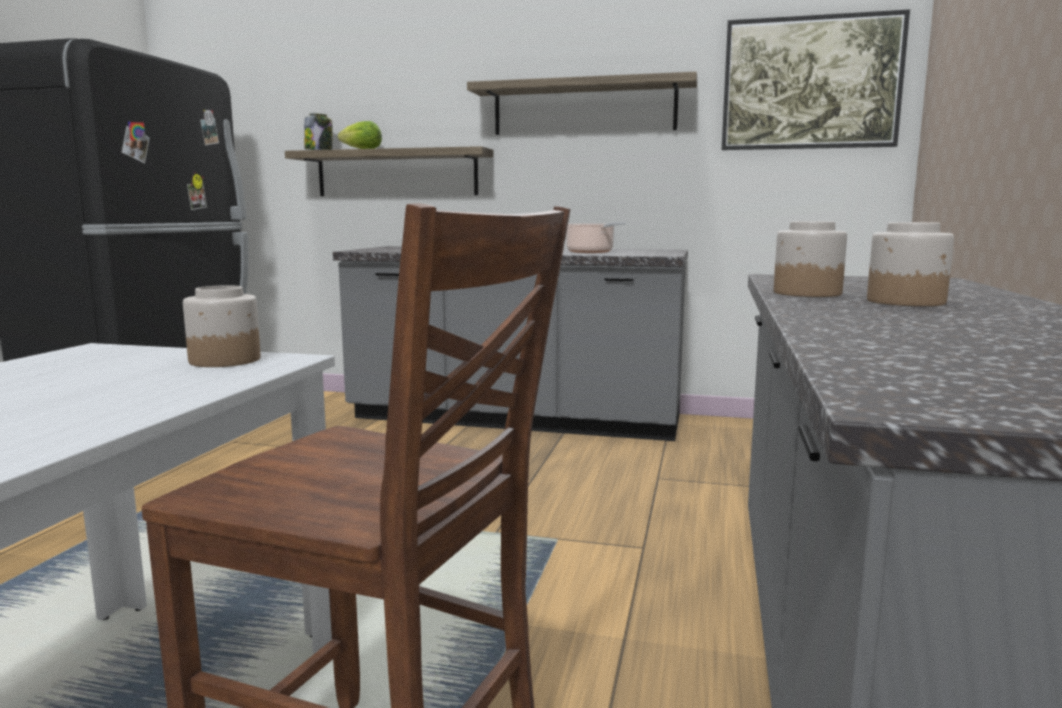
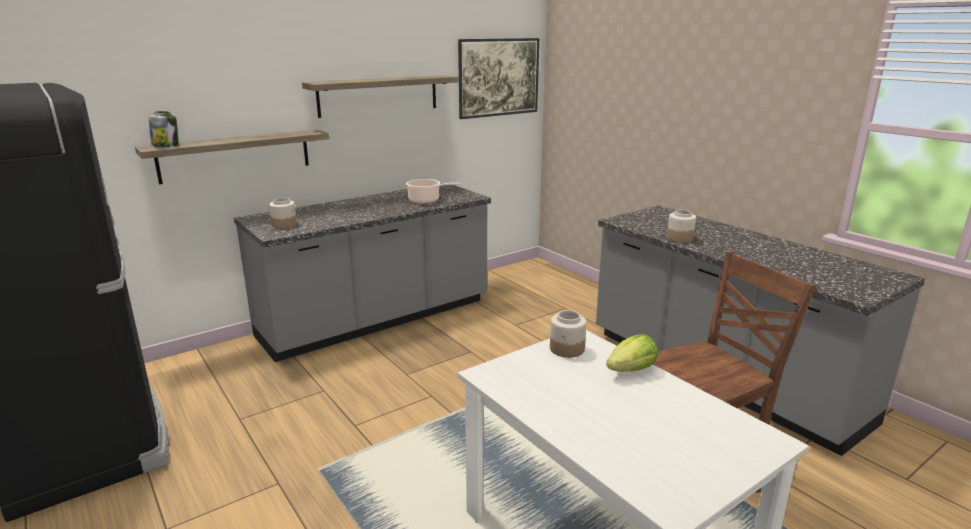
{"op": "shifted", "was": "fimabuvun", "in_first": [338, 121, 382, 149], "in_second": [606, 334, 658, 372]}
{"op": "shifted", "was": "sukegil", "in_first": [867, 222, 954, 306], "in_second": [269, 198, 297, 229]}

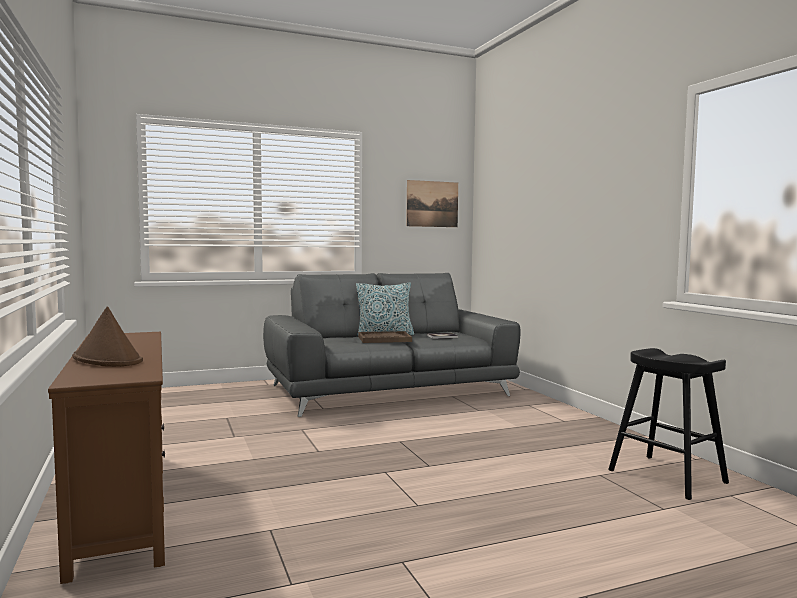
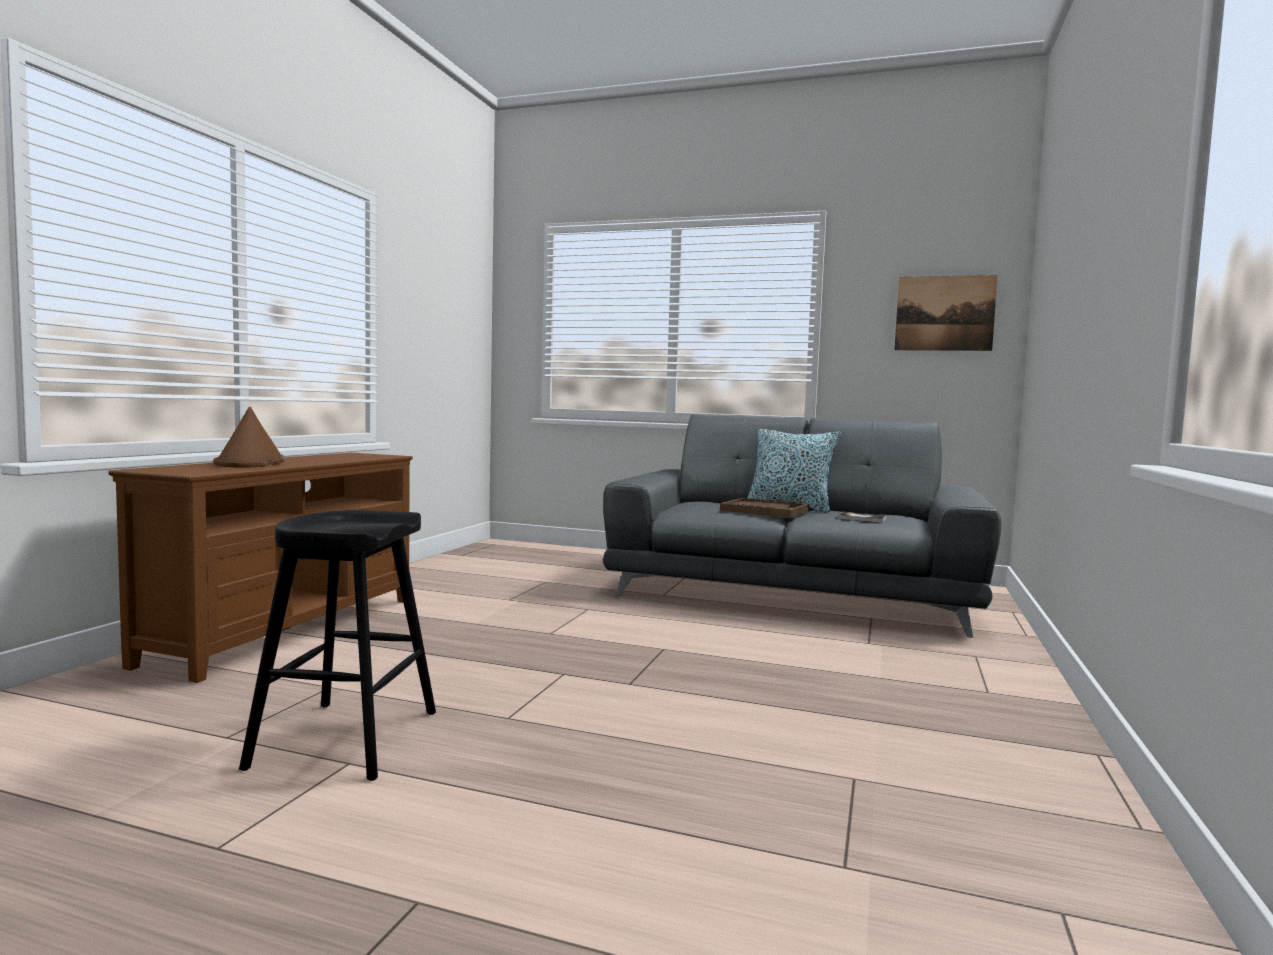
{"op": "shifted", "was": "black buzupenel", "in_first": [608, 348, 729, 500], "in_second": [239, 510, 436, 781]}

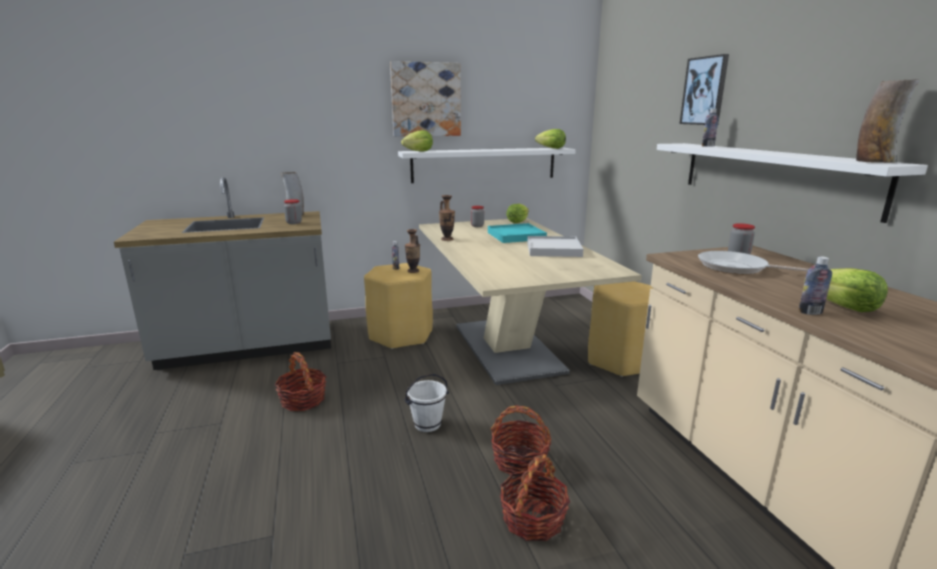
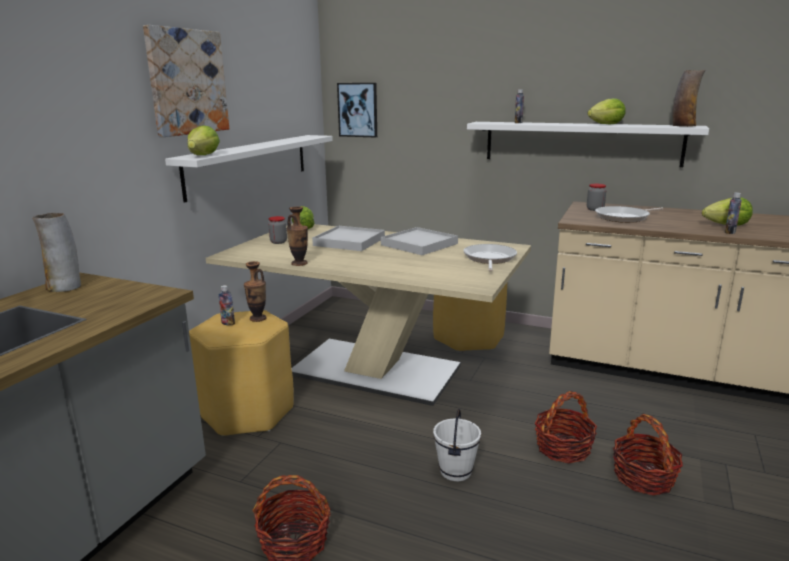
{"op": "gone", "was": "sukegil", "in_first": [284, 199, 302, 224]}
{"op": "new", "now": "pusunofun", "in_second": [463, 244, 517, 272]}
{"op": "shifted", "was": "fimabuvun", "in_first": [535, 129, 566, 149], "in_second": [588, 98, 626, 125]}
{"op": "shifted", "was": "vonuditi", "in_first": [680, 54, 729, 125], "in_second": [337, 83, 377, 138]}
{"op": "repainted", "was": "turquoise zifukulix", "now": "white zifukulix", "in_first": [488, 223, 547, 243], "in_second": [312, 226, 385, 251]}

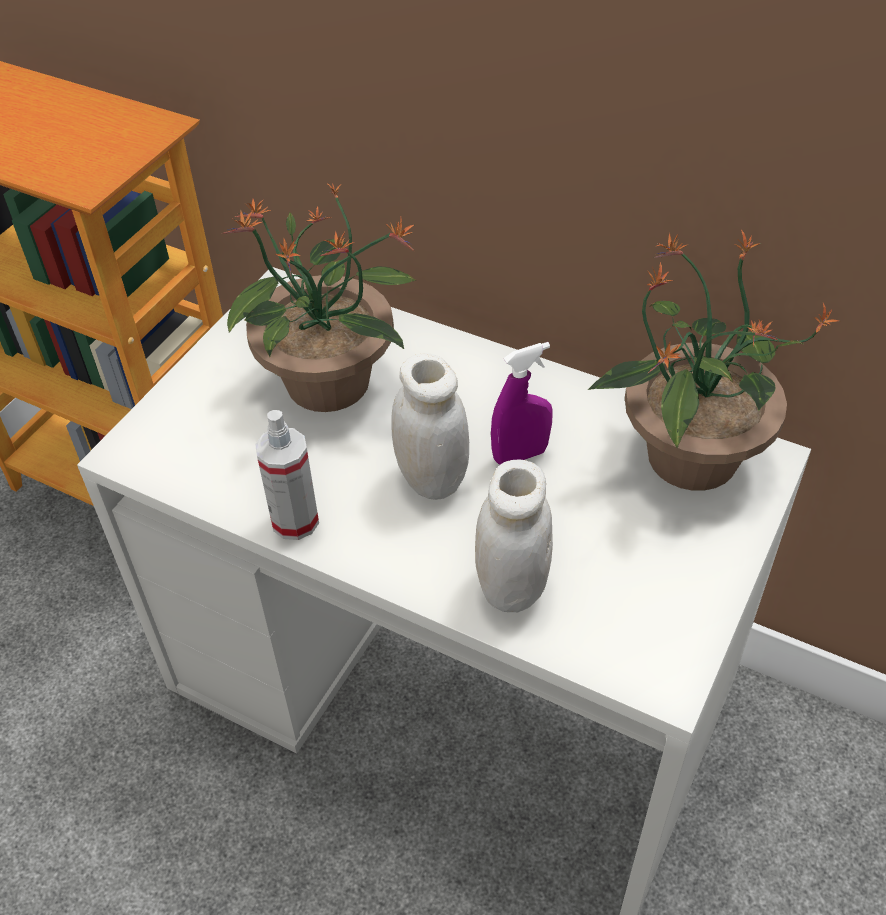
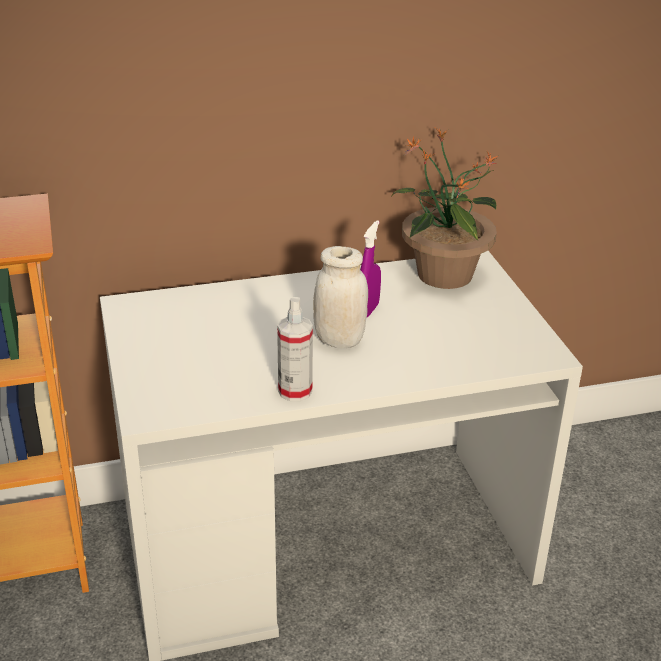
{"op": "gone", "was": "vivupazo", "in_first": [221, 183, 416, 412]}
{"op": "gone", "was": "white sukegil", "in_first": [475, 459, 553, 612]}

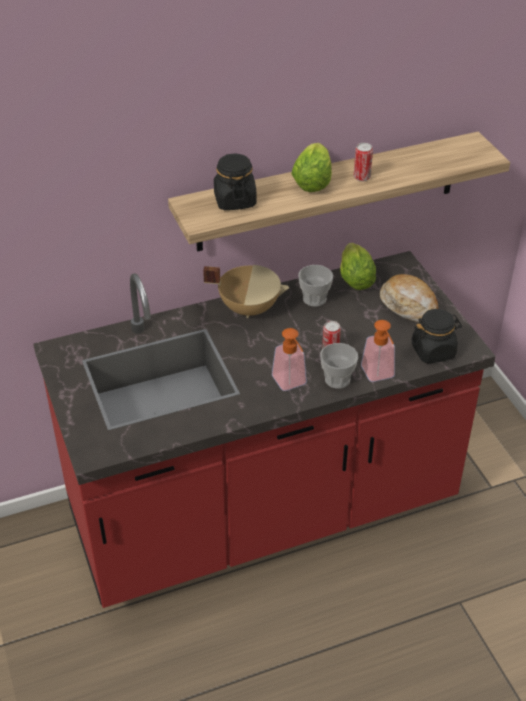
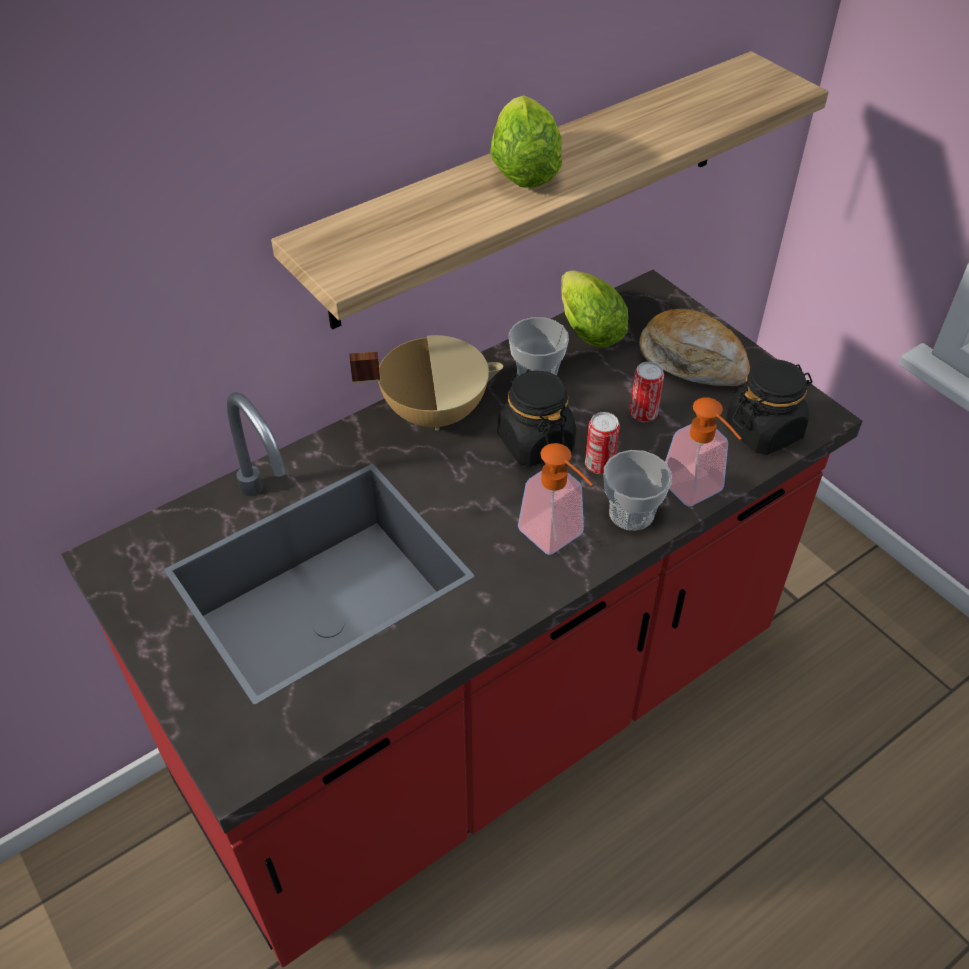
{"op": "shifted", "was": "black sukegil", "in_first": [214, 153, 257, 210], "in_second": [498, 369, 576, 467]}
{"op": "shifted", "was": "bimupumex", "in_first": [354, 143, 373, 181], "in_second": [629, 362, 664, 422]}

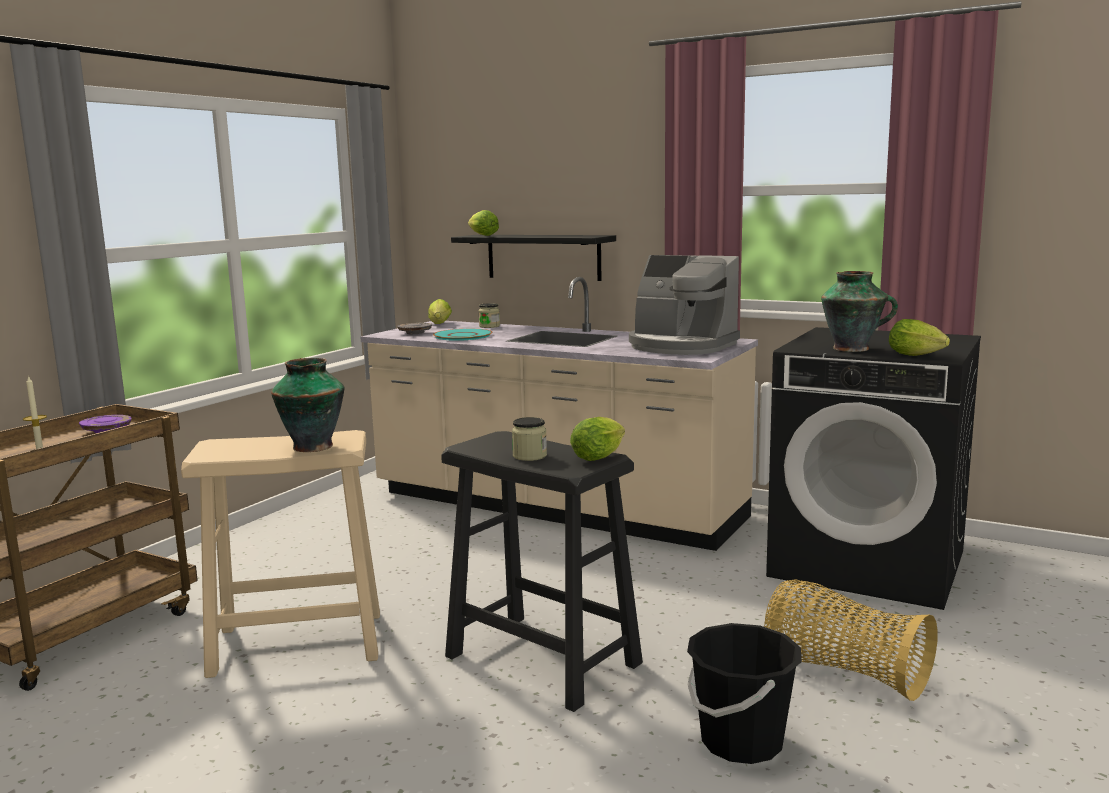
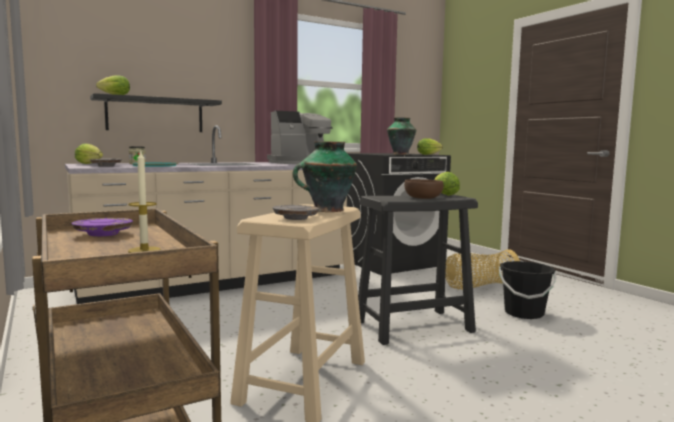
{"op": "new", "now": "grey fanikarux", "in_second": [272, 205, 319, 220]}
{"op": "swapped", "was": "sukegil", "now": "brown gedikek", "in_first": [512, 417, 547, 461], "in_second": [404, 179, 444, 199]}

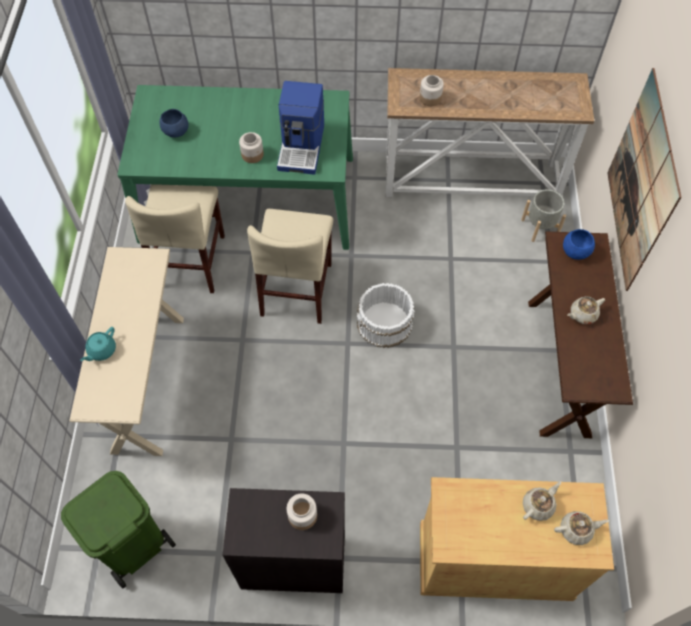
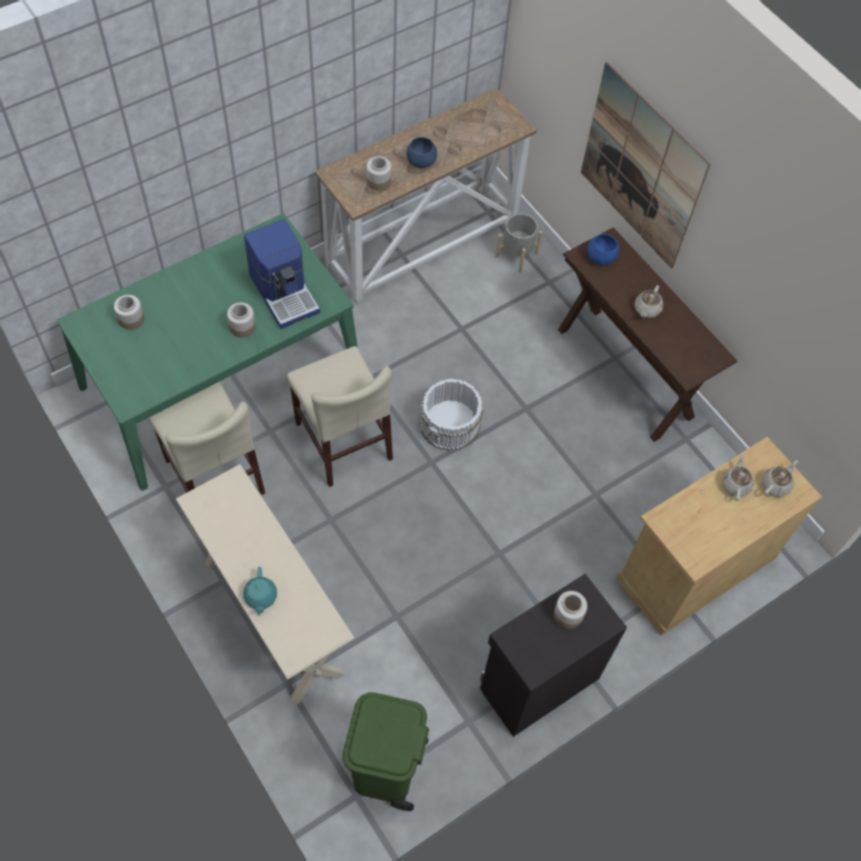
{"op": "new", "now": "sukegil", "in_second": [114, 295, 144, 330]}
{"op": "shifted", "was": "blue gedikek", "in_first": [159, 109, 189, 138], "in_second": [406, 137, 437, 168]}

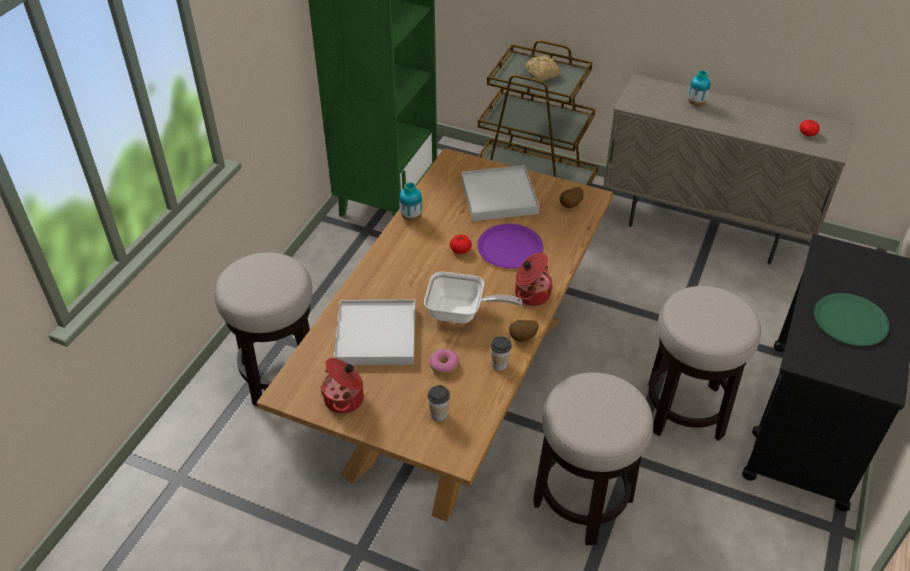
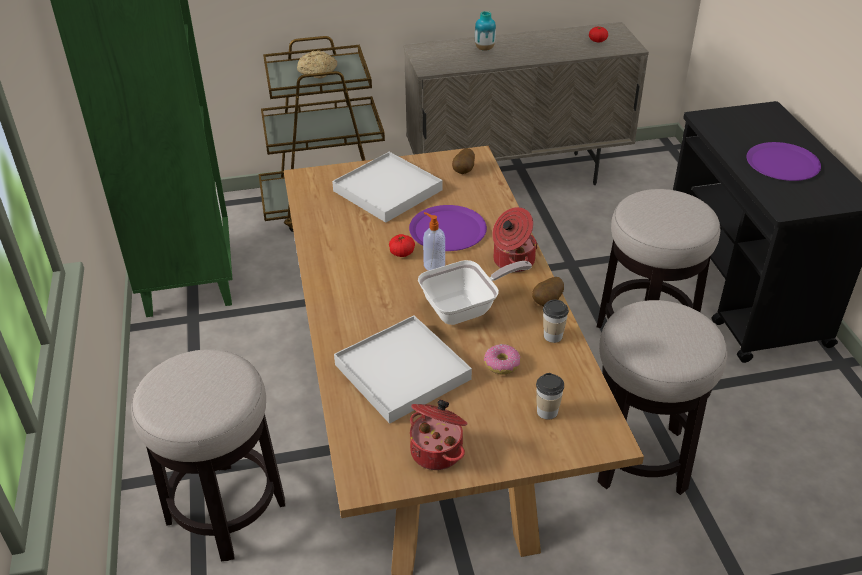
{"op": "gone", "was": "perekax", "in_first": [399, 182, 422, 221]}
{"op": "new", "now": "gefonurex", "in_second": [423, 212, 445, 271]}
{"op": "repainted", "was": "green fanikarux", "now": "purple fanikarux", "in_first": [814, 293, 889, 346], "in_second": [746, 142, 821, 181]}

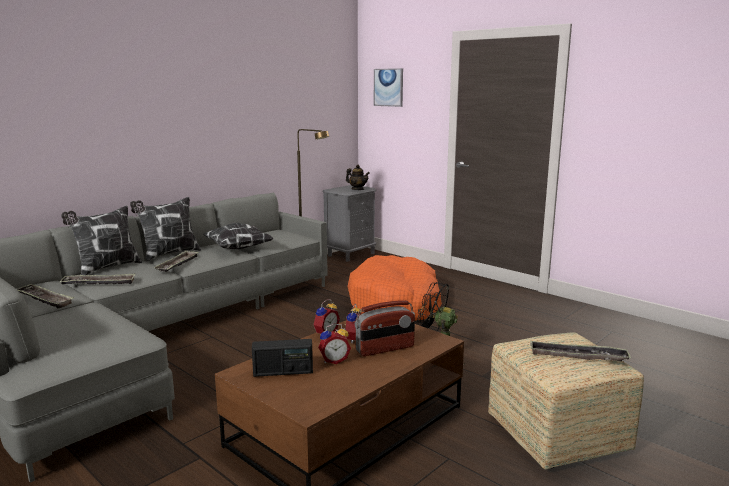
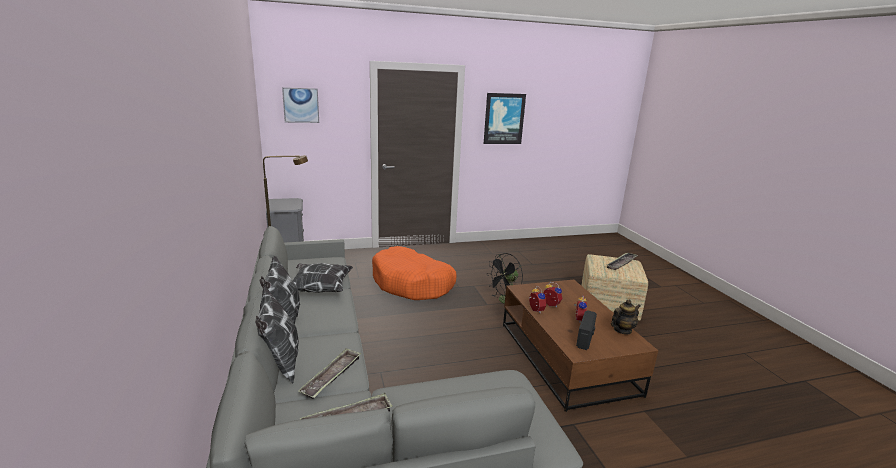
{"op": "gone", "was": "zifukulix", "in_first": [154, 250, 198, 272]}
{"op": "gone", "was": "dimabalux", "in_first": [355, 300, 415, 356]}
{"op": "new", "now": "vonuditi", "in_second": [484, 93, 526, 144]}
{"op": "shifted", "was": "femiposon", "in_first": [346, 164, 370, 190], "in_second": [611, 300, 641, 334]}

